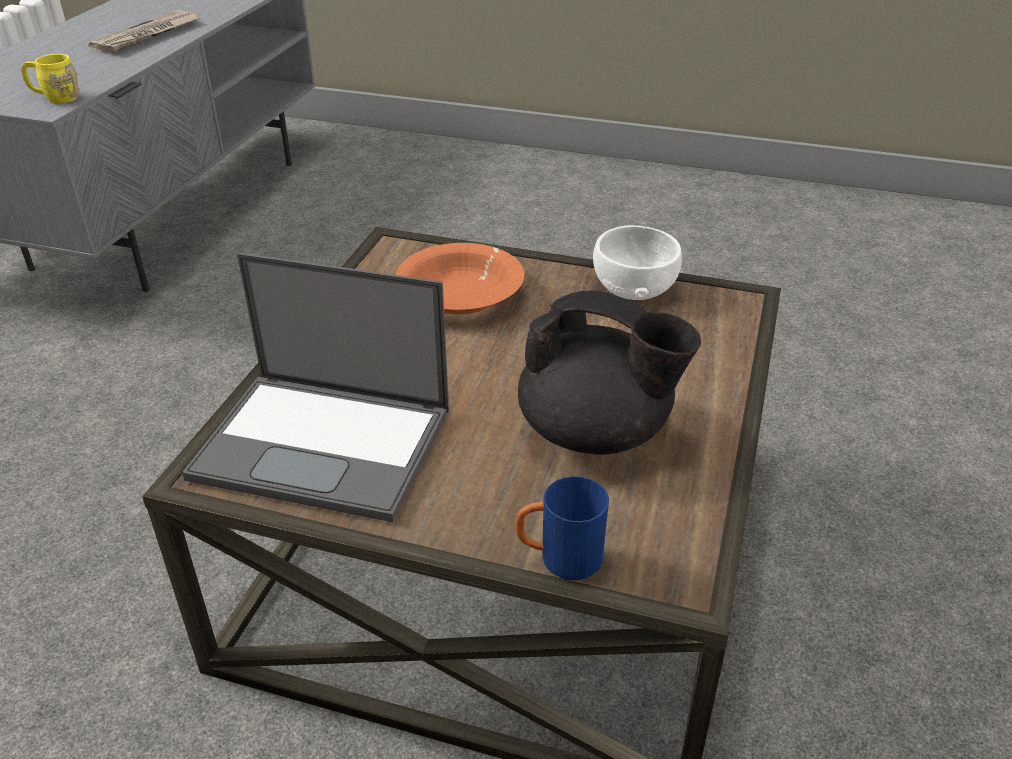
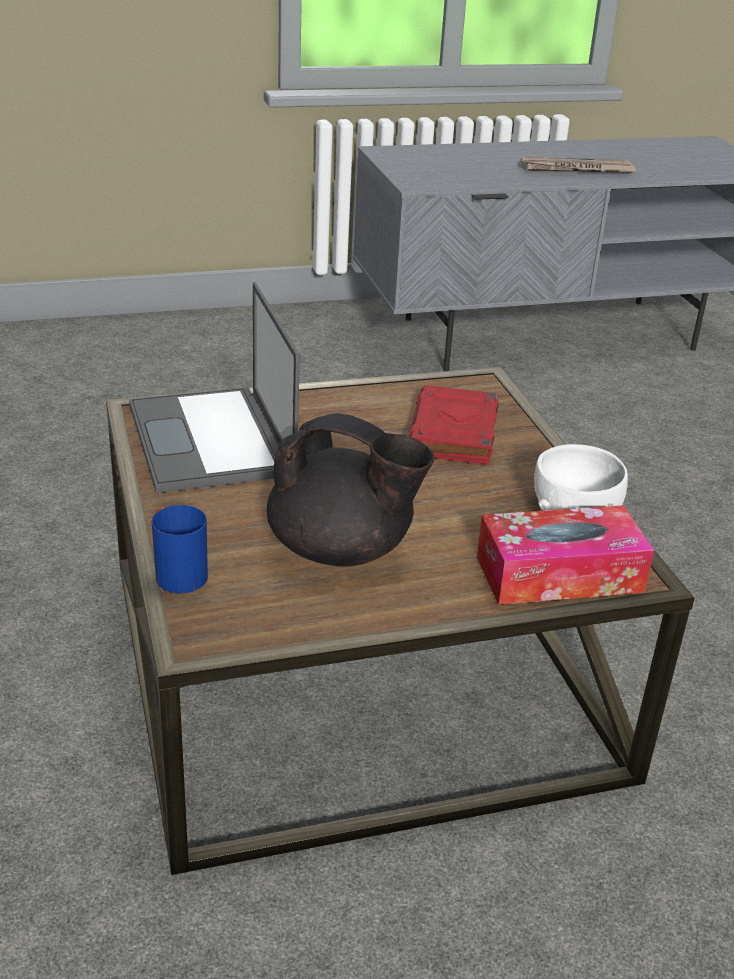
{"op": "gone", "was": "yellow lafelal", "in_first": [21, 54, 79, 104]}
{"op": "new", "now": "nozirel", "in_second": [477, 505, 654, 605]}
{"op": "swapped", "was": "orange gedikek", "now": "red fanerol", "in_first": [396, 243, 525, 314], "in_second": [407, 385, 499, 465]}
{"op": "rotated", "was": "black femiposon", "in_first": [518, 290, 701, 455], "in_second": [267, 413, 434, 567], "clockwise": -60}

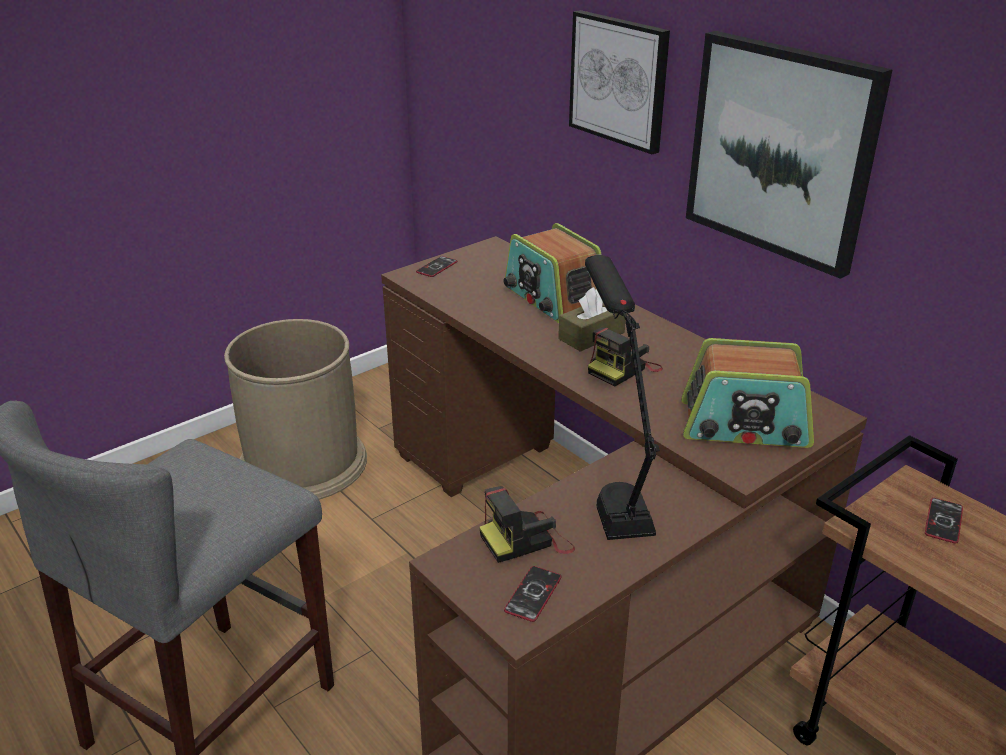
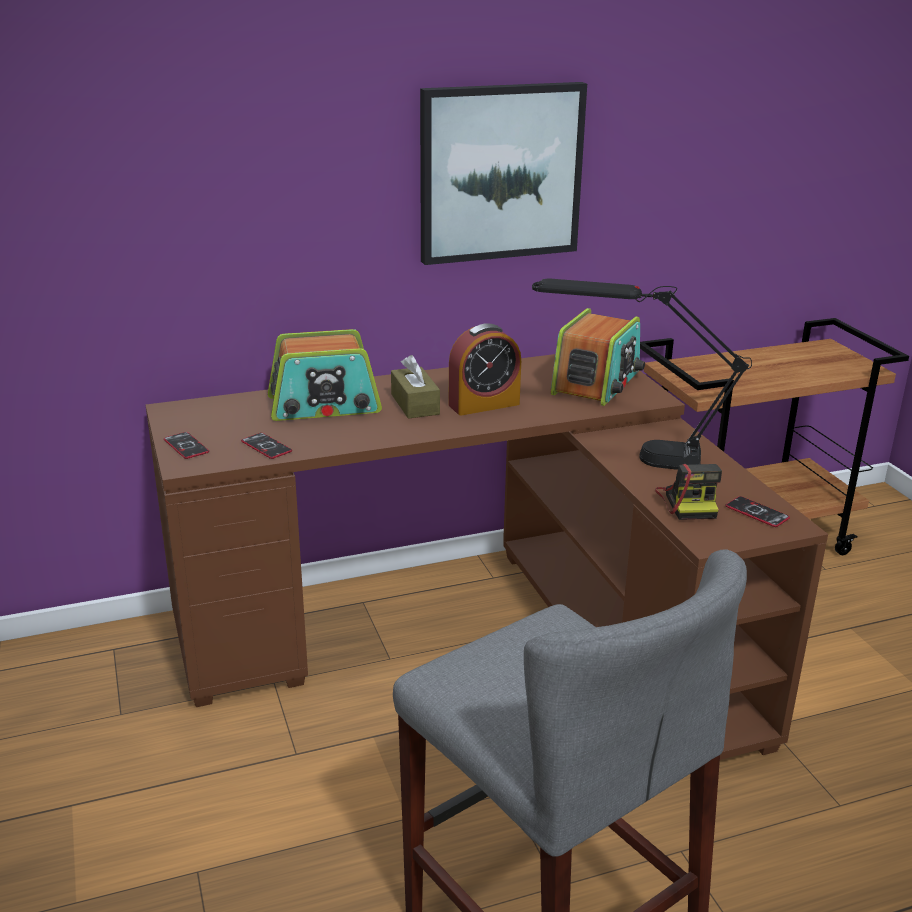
{"op": "gone", "was": "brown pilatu", "in_first": [224, 319, 367, 500]}
{"op": "gone", "was": "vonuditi", "in_first": [569, 10, 670, 154]}
{"op": "shifted", "was": "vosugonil", "in_first": [925, 498, 963, 544], "in_second": [241, 433, 292, 459]}
{"op": "swapped", "was": "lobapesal", "now": "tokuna", "in_first": [588, 327, 663, 386], "in_second": [448, 323, 521, 416]}

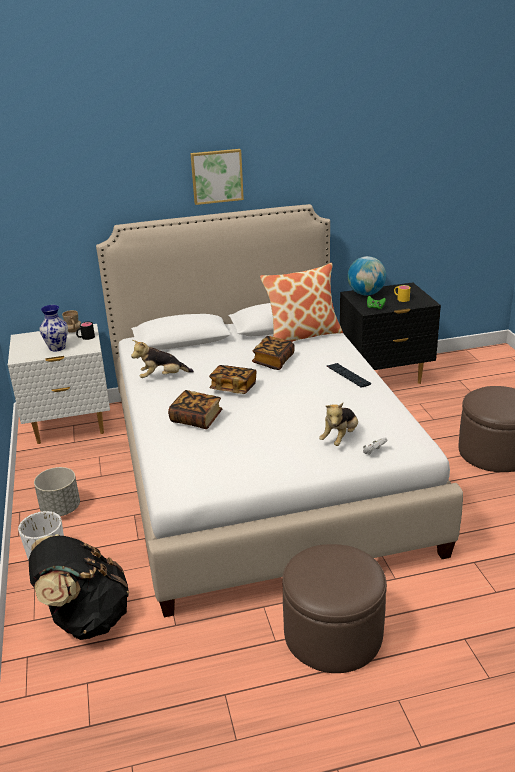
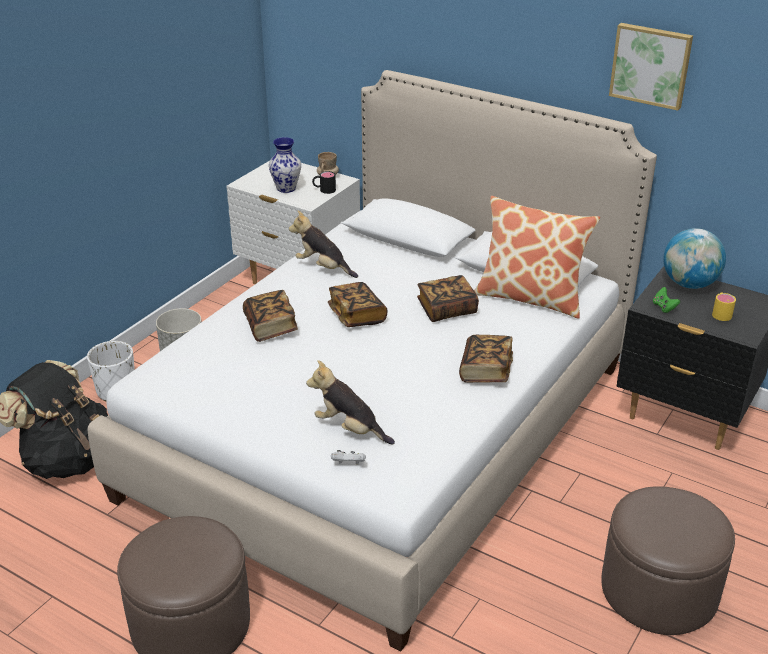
{"op": "shifted", "was": "vonuditi", "in_first": [191, 149, 244, 205], "in_second": [609, 23, 693, 111]}
{"op": "swapped", "was": "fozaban", "now": "fanerol", "in_first": [327, 363, 372, 388], "in_second": [459, 335, 513, 383]}
{"op": "rotated", "was": "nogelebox", "in_first": [319, 403, 358, 446], "in_second": [306, 360, 395, 445], "clockwise": 45}

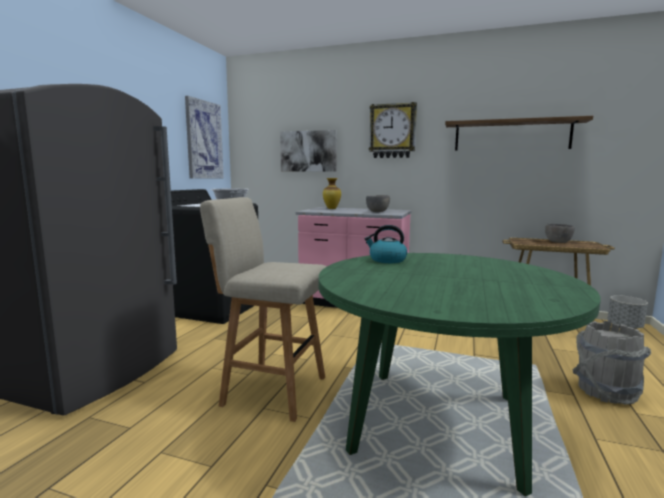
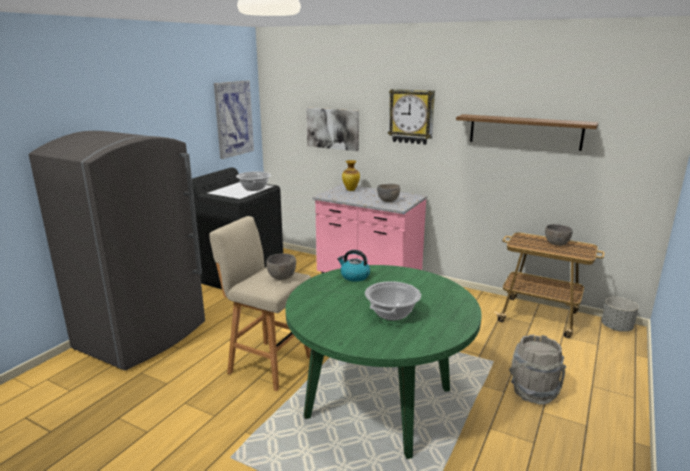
{"op": "new", "now": "grey gedikek", "in_second": [266, 253, 296, 280]}
{"op": "new", "now": "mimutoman", "in_second": [365, 281, 421, 321]}

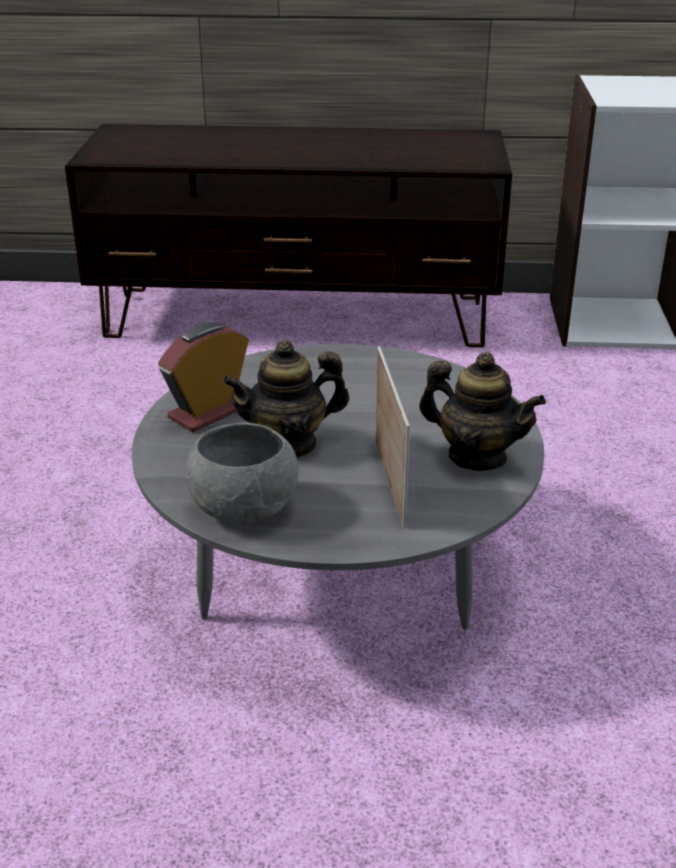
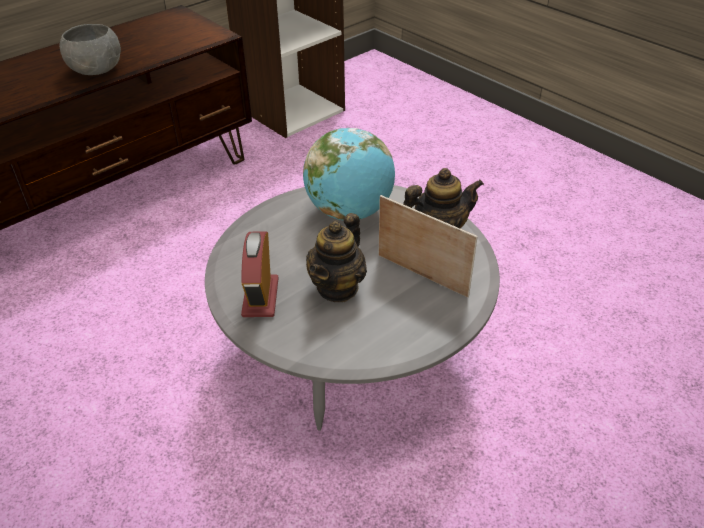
{"op": "new", "now": "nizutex", "in_second": [303, 128, 395, 221]}
{"op": "shifted", "was": "grey gedikek", "in_first": [186, 422, 298, 524], "in_second": [60, 24, 121, 75]}

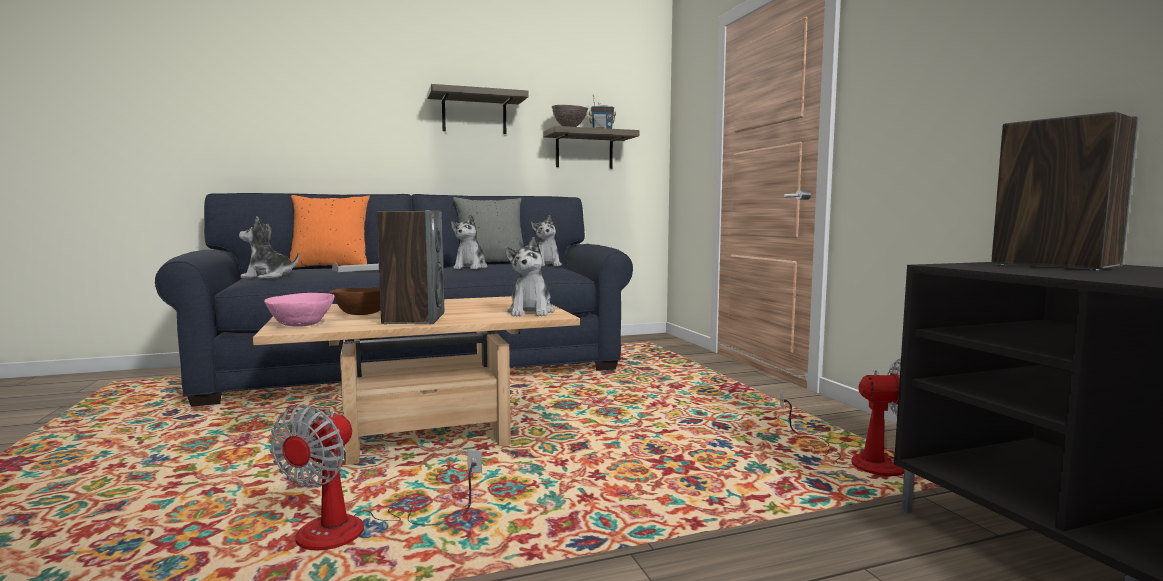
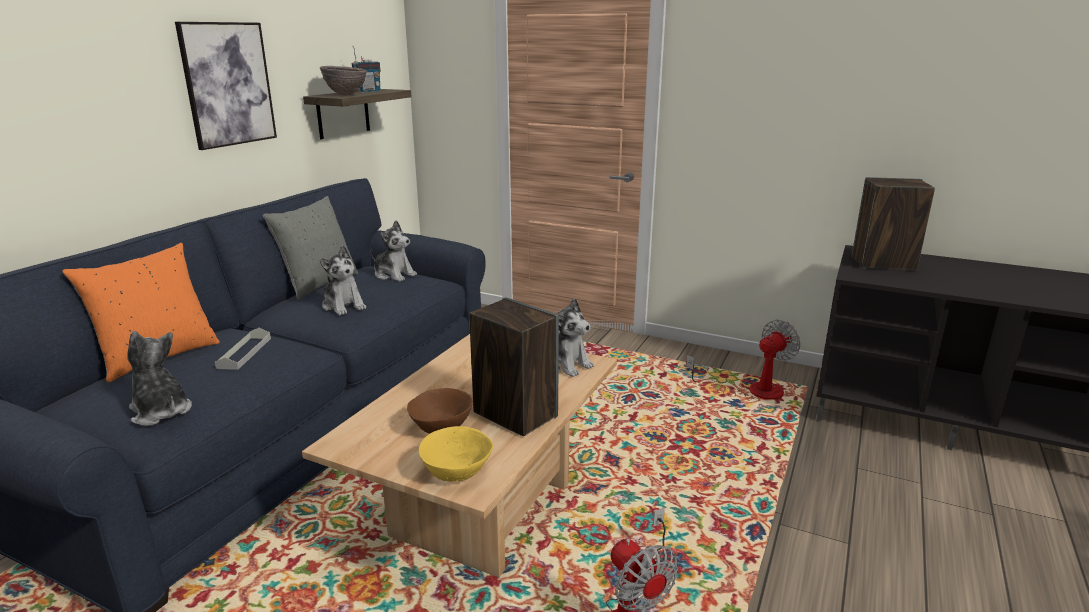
{"op": "swapped", "was": "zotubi", "now": "vonuditi", "in_first": [427, 84, 529, 134], "in_second": [175, 22, 277, 150]}
{"op": "repainted", "was": "pink gedikek", "now": "yellow gedikek", "in_first": [264, 293, 334, 327], "in_second": [419, 426, 493, 482]}
{"op": "rotated", "was": "nogelebox", "in_first": [239, 216, 299, 279], "in_second": [127, 331, 192, 426], "clockwise": 90}

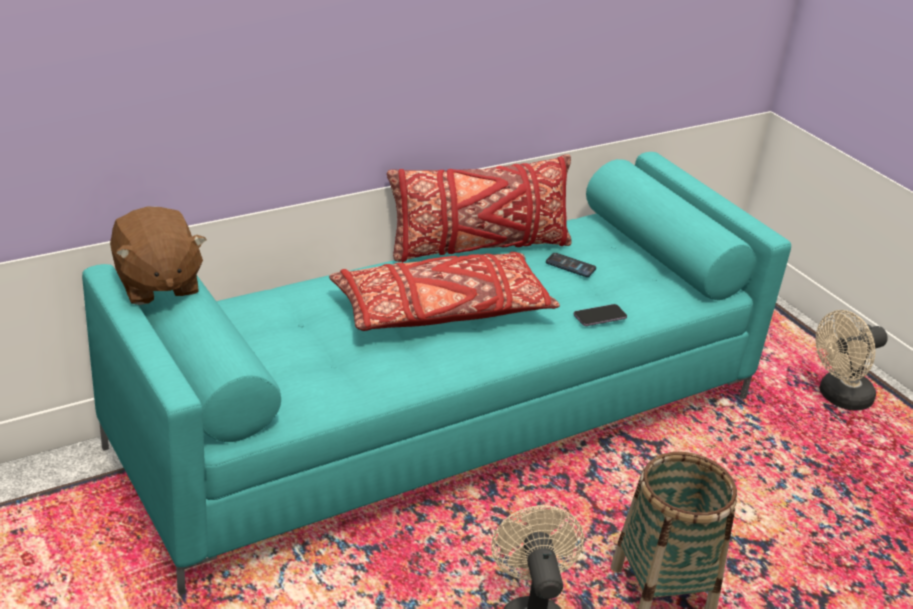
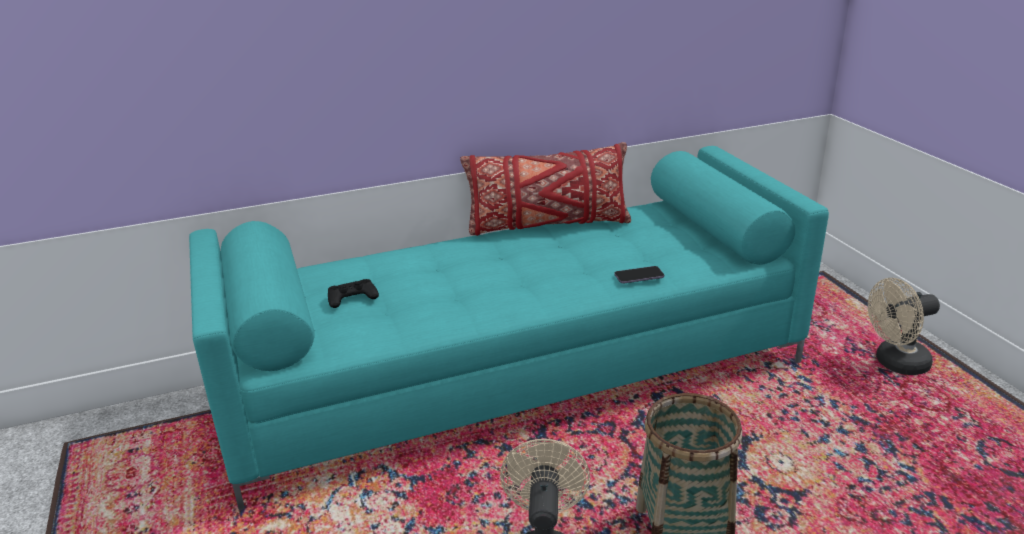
{"op": "gone", "was": "brown nogelebox", "in_first": [110, 207, 207, 305]}
{"op": "gone", "was": "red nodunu", "in_first": [329, 252, 560, 331]}
{"op": "gone", "was": "vosugonil", "in_first": [546, 253, 596, 277]}
{"op": "new", "now": "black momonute", "in_second": [328, 279, 379, 308]}

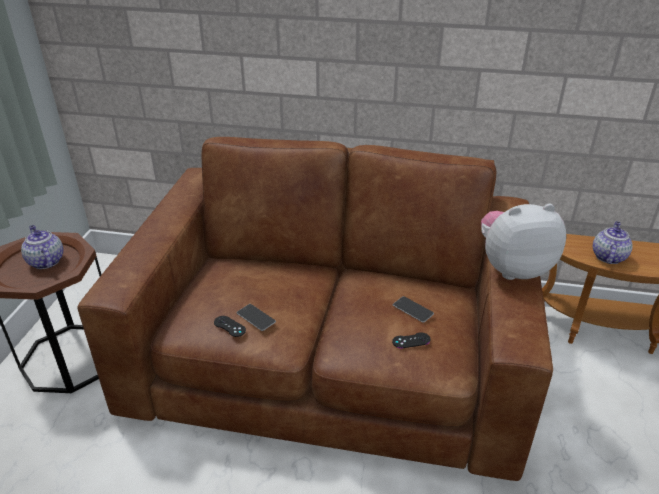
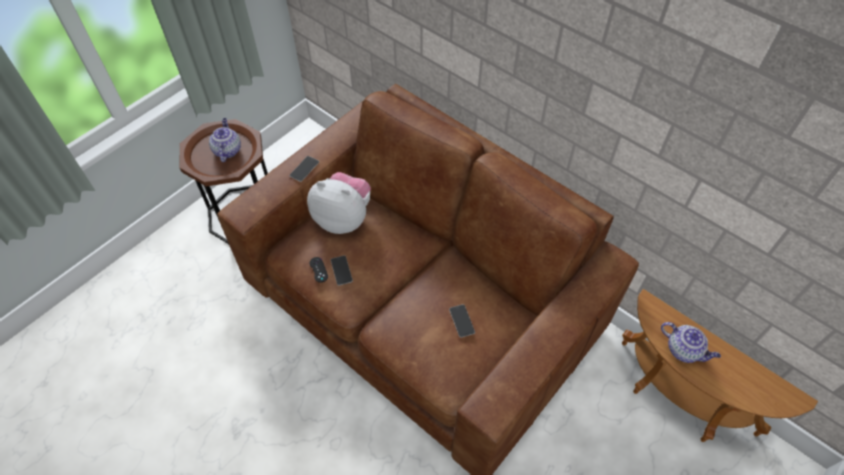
{"op": "gone", "was": "black momonute", "in_first": [392, 332, 431, 348]}
{"op": "new", "now": "vosugonil", "in_second": [289, 156, 319, 182]}
{"op": "shifted", "was": "nogelebox", "in_first": [481, 204, 566, 280], "in_second": [307, 172, 371, 234]}
{"op": "rotated", "was": "femiposon", "in_first": [593, 221, 633, 264], "in_second": [661, 322, 721, 363], "clockwise": 75}

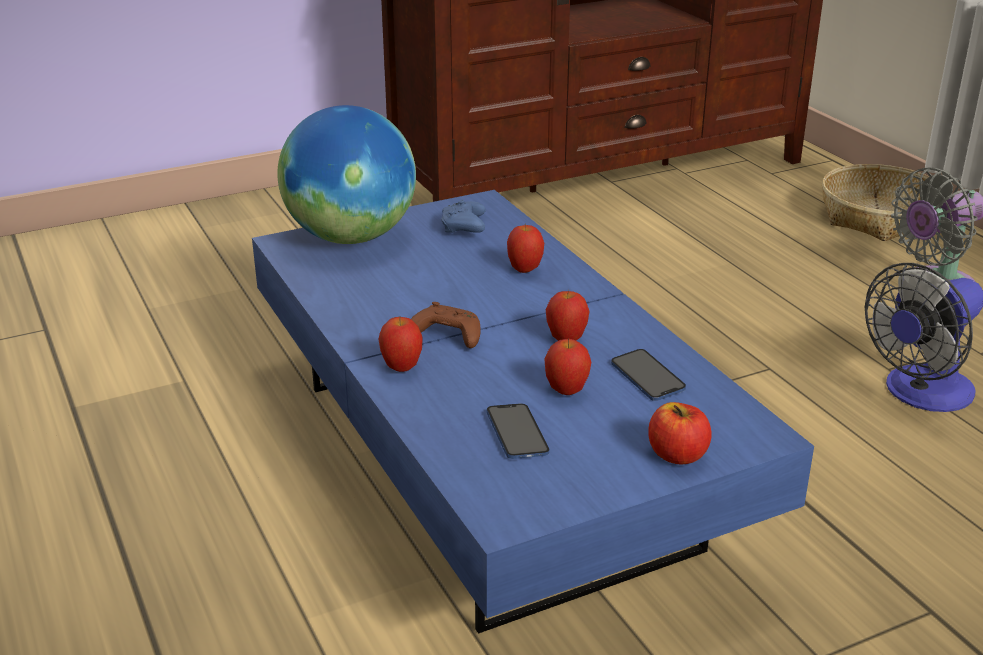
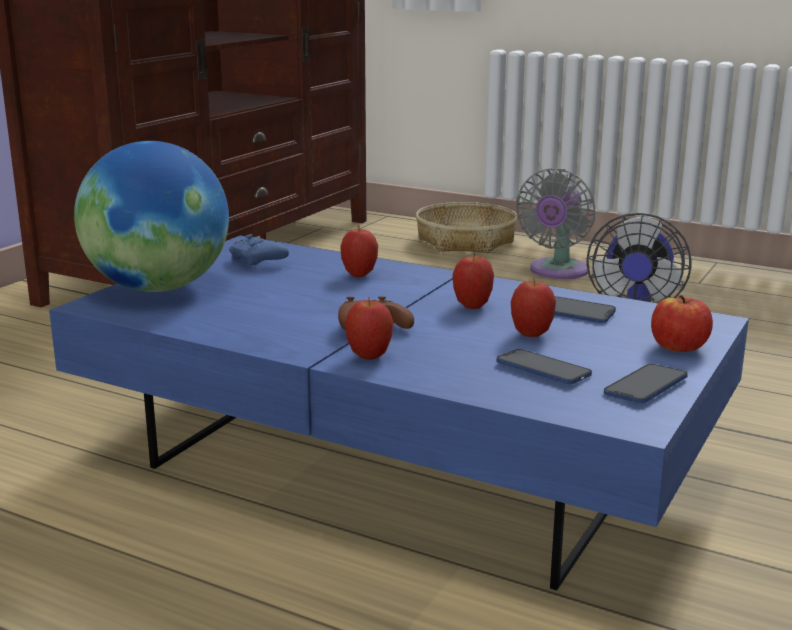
{"op": "new", "now": "vosugonil", "in_second": [604, 364, 688, 403]}

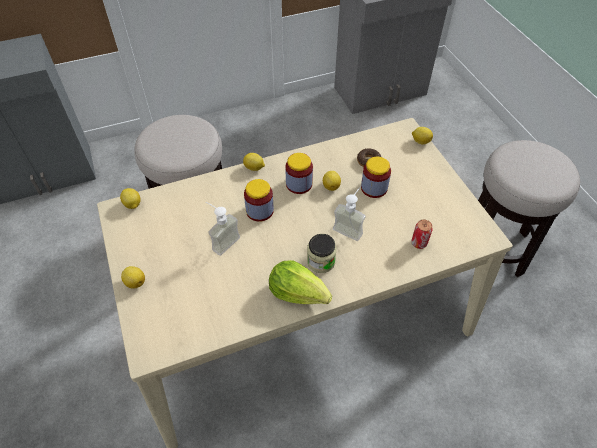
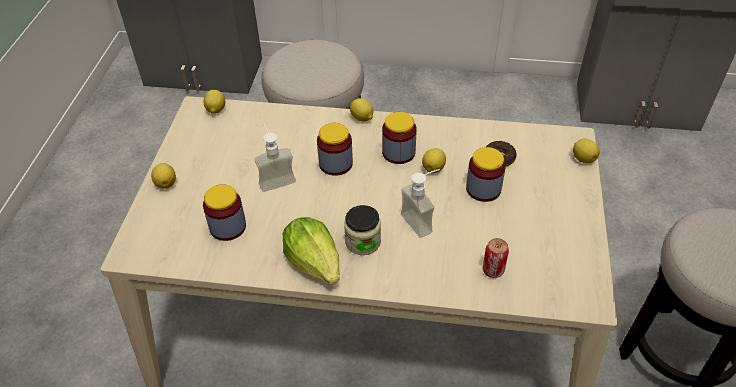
{"op": "new", "now": "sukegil", "in_second": [203, 184, 246, 241]}

